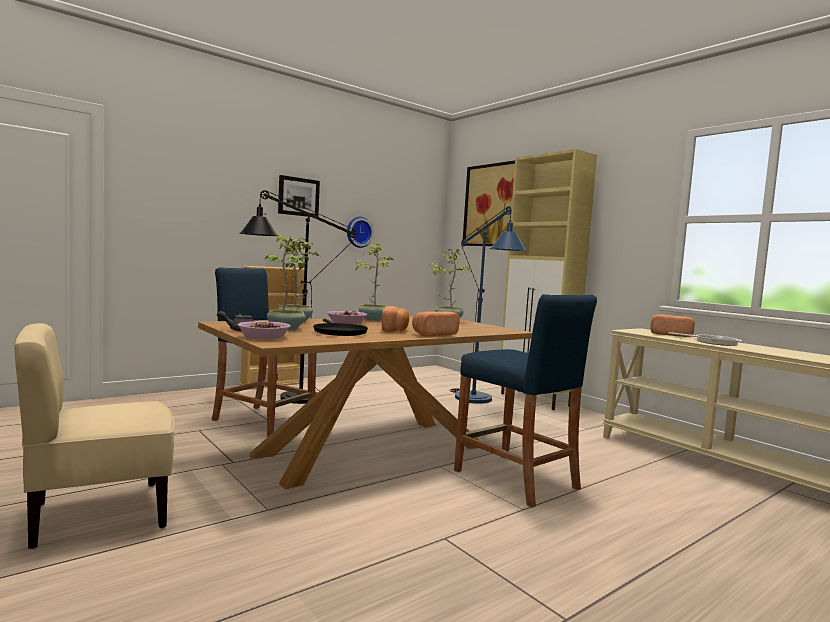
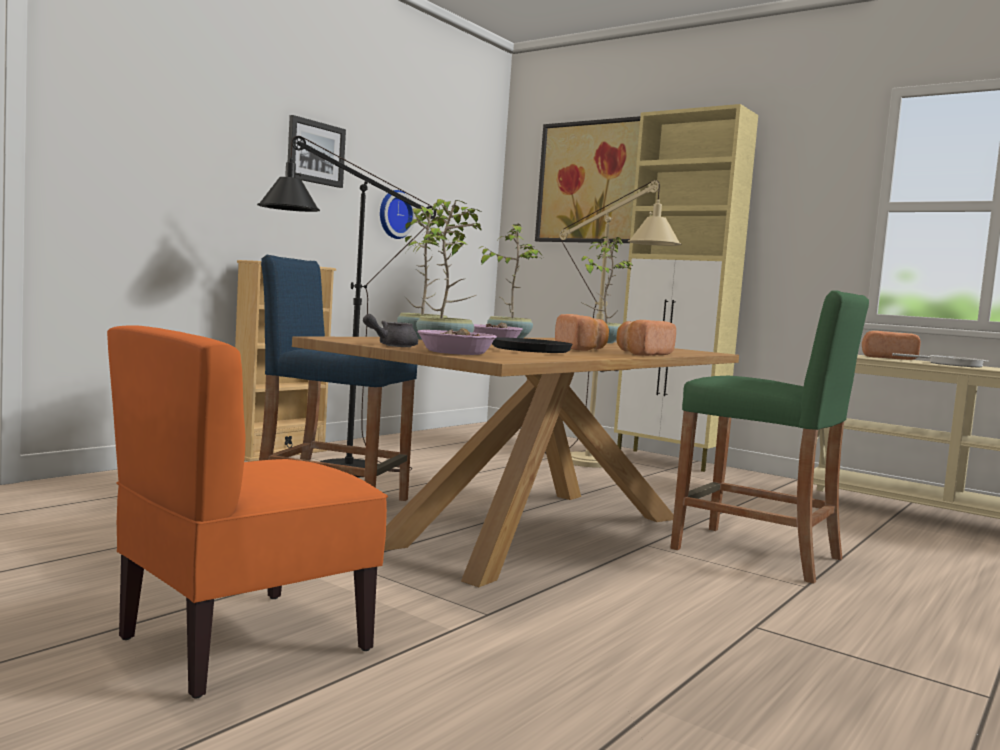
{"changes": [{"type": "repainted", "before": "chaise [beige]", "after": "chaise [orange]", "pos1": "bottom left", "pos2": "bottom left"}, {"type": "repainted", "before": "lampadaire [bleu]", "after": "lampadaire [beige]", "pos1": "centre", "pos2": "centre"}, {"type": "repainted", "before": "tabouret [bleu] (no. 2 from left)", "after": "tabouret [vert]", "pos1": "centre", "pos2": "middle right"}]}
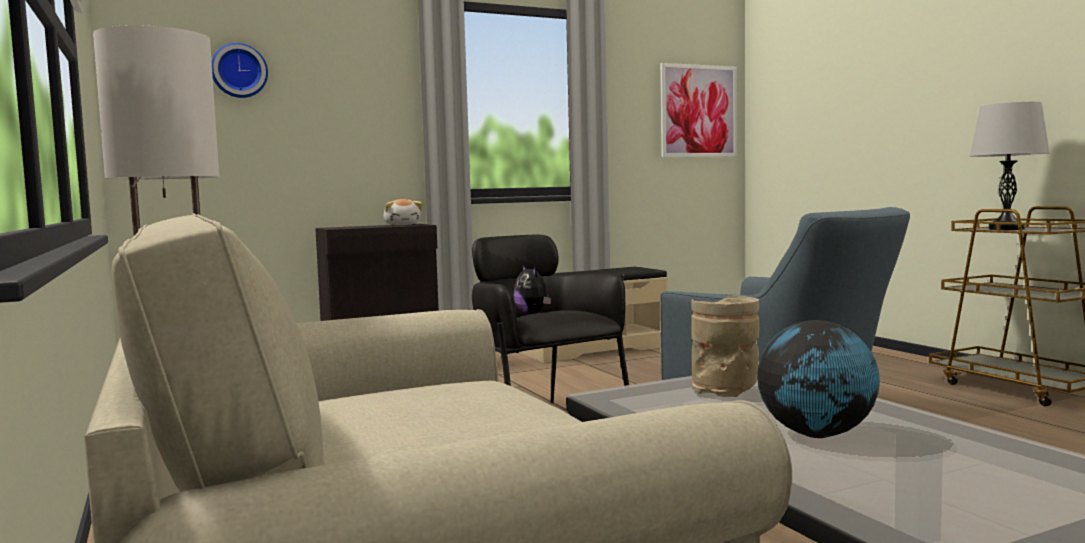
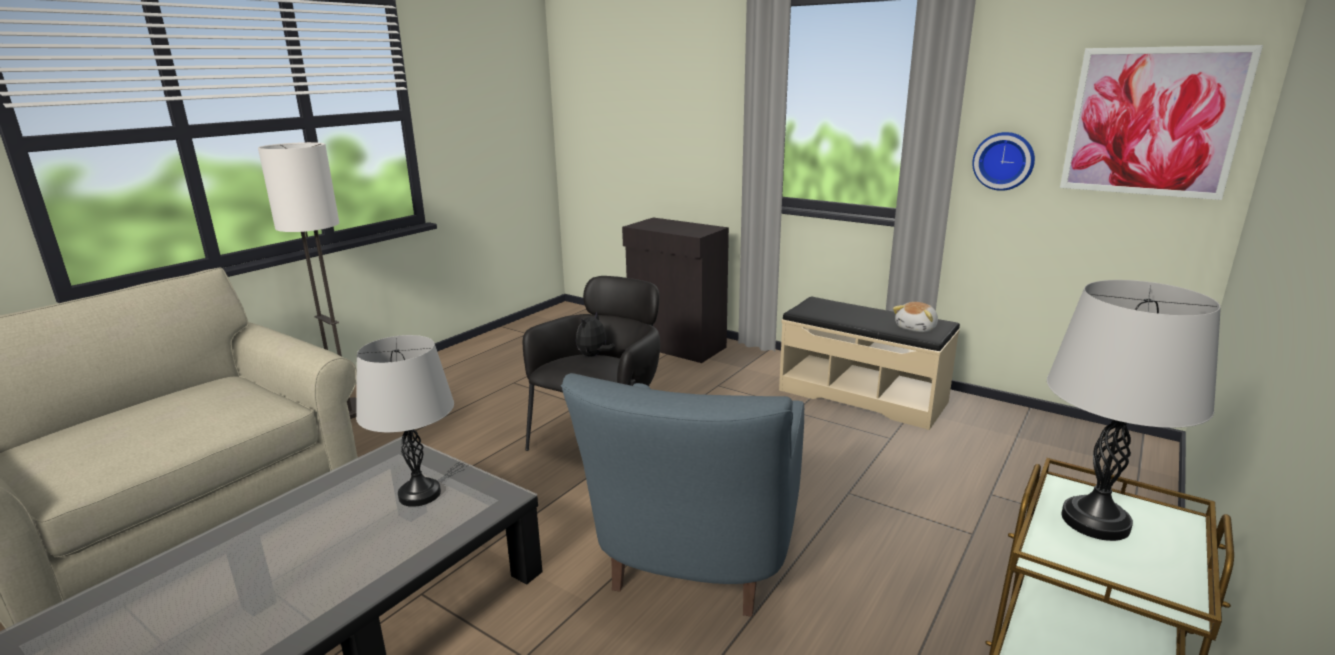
{"changes": [{"type": "gone", "before": "globe", "pos1": "bottom right"}, {"type": "shifted", "before": "horloge murale", "pos1": "top left", "pos2": "top right"}, {"type": "shifted", "before": "peluche (no. 1 from left in the first image)", "after": "peluche (no. 2 from left)", "pos1": "centre", "pos2": "middle right"}, {"type": "swapped", "before": "vase [beige]", "after": "lampe de table [gris] (no. 1 from left)", "pos1": "middle right", "pos2": "middle left"}]}
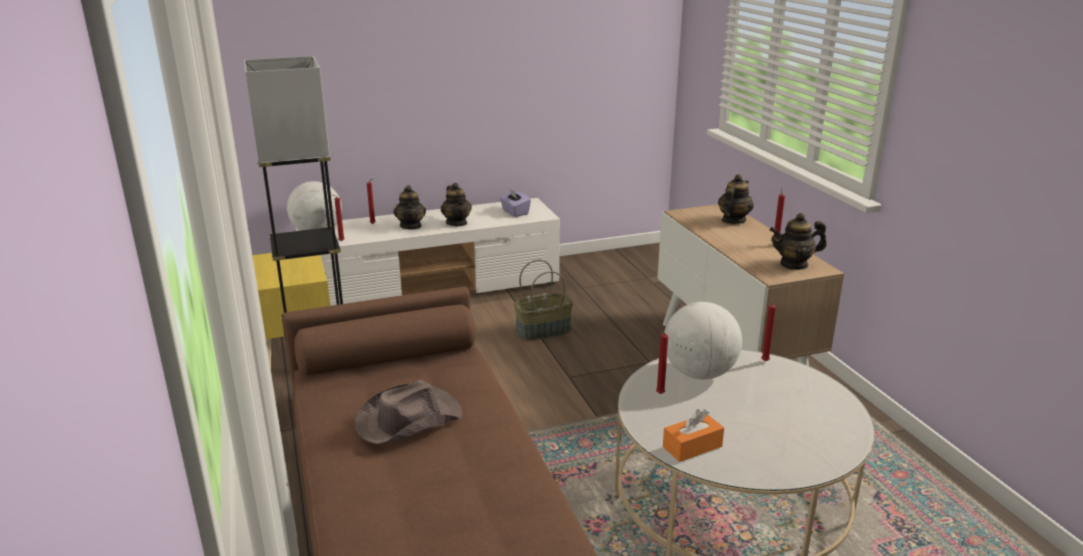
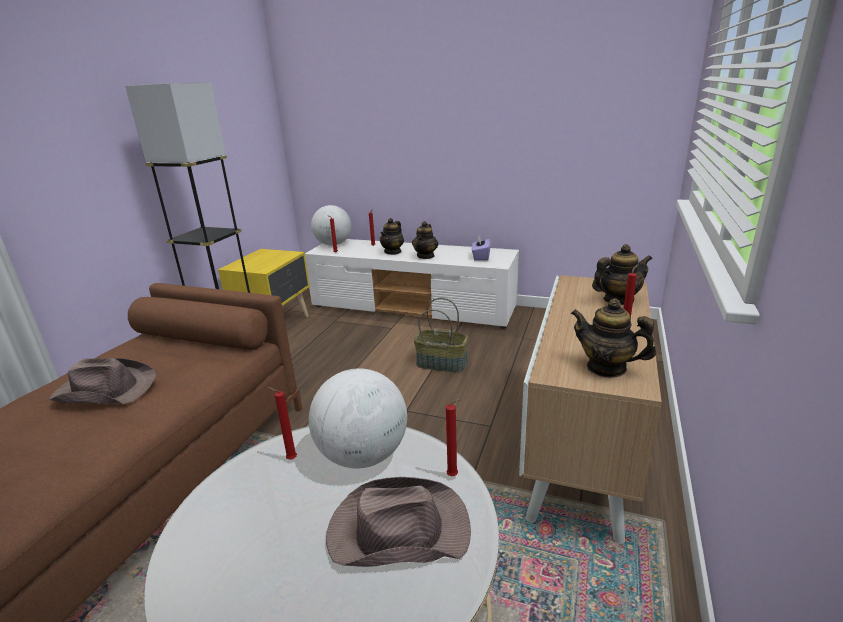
{"changes": [{"type": "gone", "before": "boîte à mouchoirs [orange]", "pos1": "bottom centre"}, {"type": "new", "after": "chapeau [marron] (no. 2 from left)", "pos2": "bottom centre"}]}
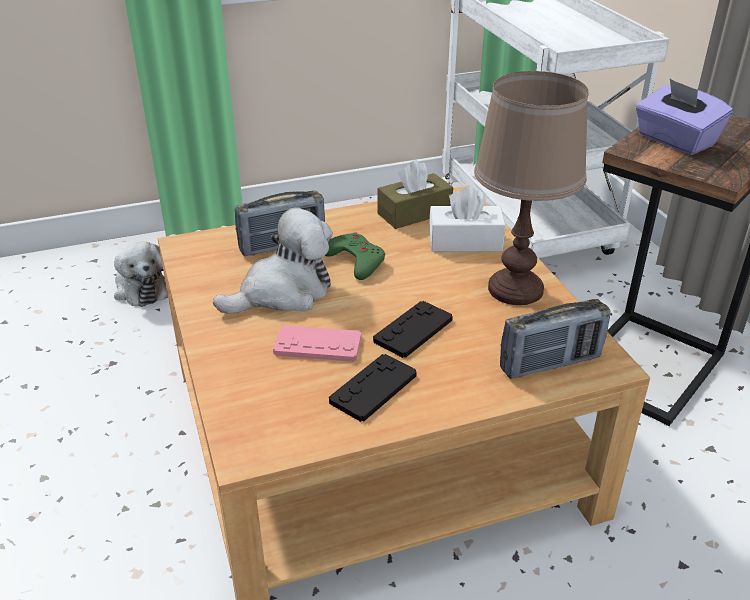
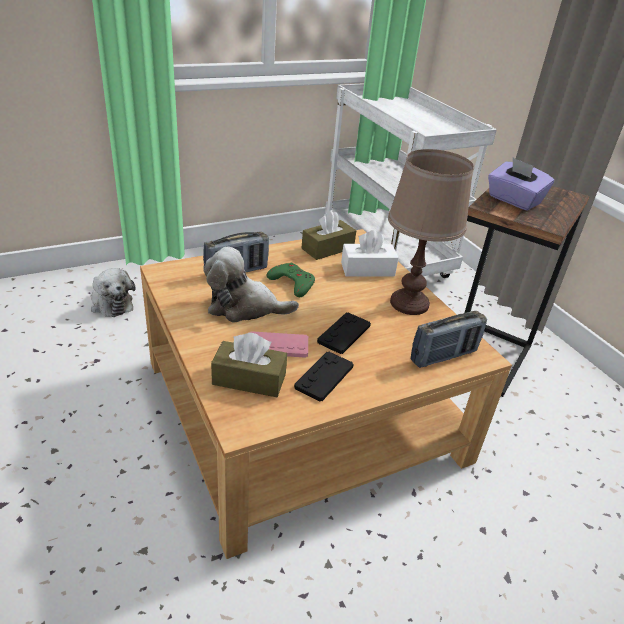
{"changes": [{"type": "new", "after": "boîte à mouchoirs [marron] (no. 1 from left)", "pos2": "centre"}, {"type": "rotated", "before": "peluche (no. 2 from left)", "pos1": "centre", "pos2": "centre", "turn": -135}]}
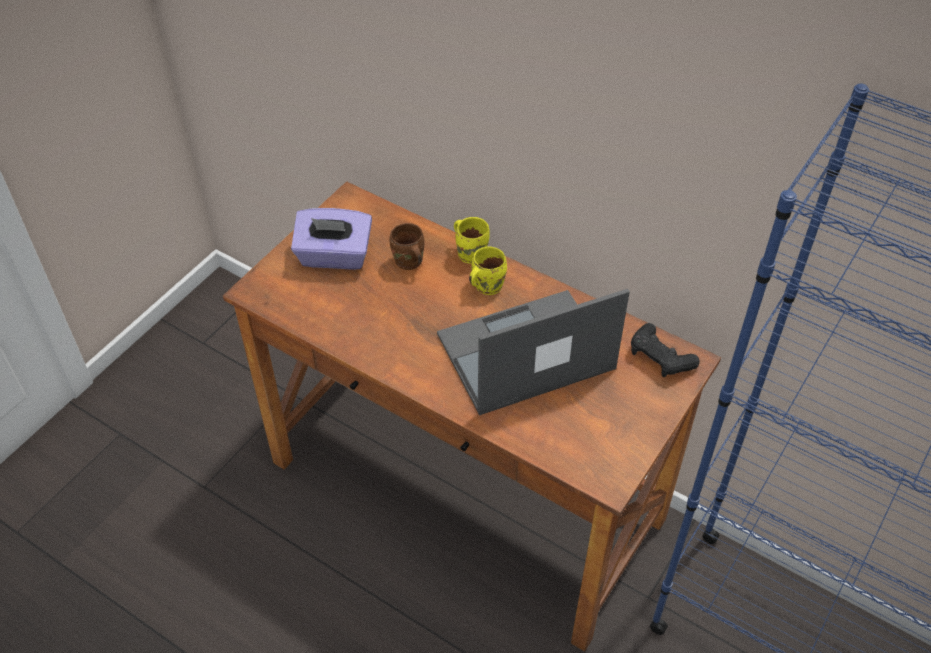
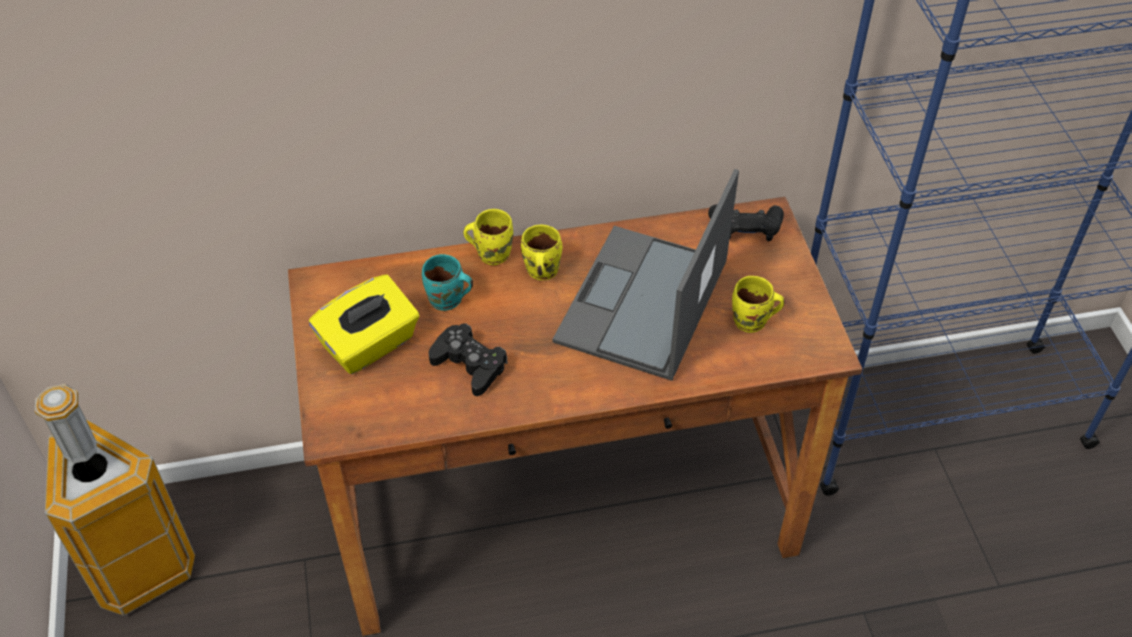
{"changes": [{"type": "new", "after": "poubelle", "pos2": "bottom left"}, {"type": "new", "after": "manette [noir] (no. 1 from left)", "pos2": "centre"}, {"type": "new", "after": "mug [jaune] (no. 3 from left)", "pos2": "middle right"}, {"type": "repainted", "before": "boîte à mouchoirs [violet]", "after": "boîte à mouchoirs [jaune]", "pos1": "centre", "pos2": "middle left"}, {"type": "repainted", "before": "mug [marron]", "after": "mug [turquoise]", "pos1": "centre", "pos2": "centre"}]}
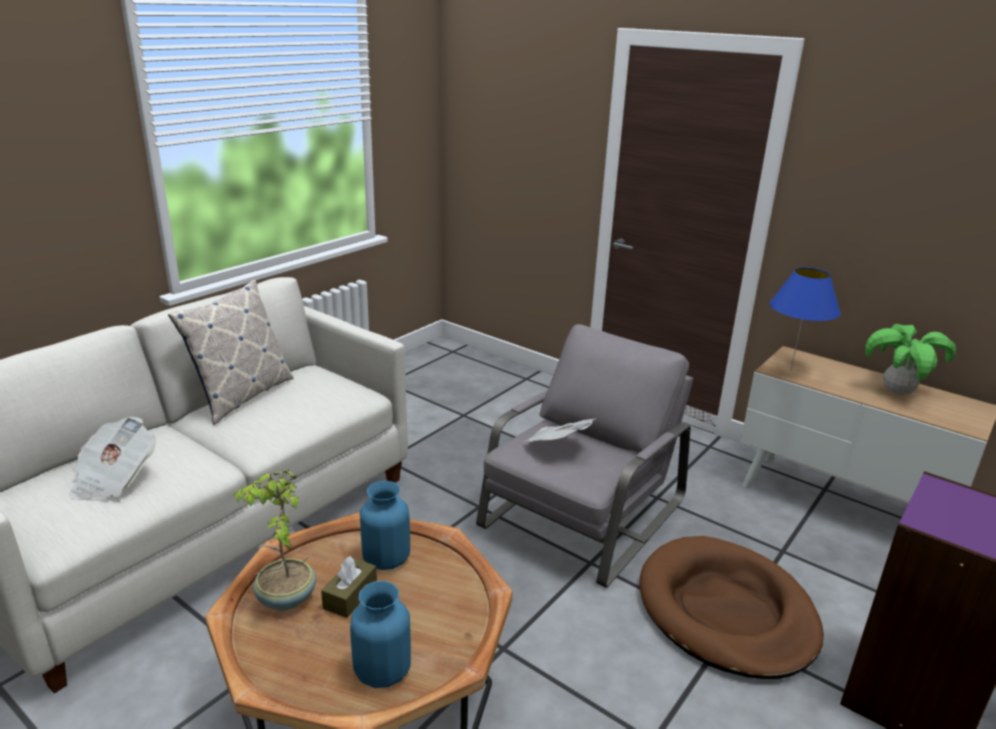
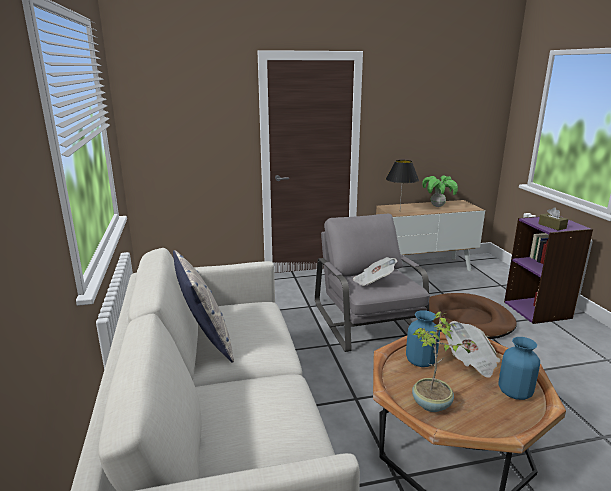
{"changes": [{"type": "shifted", "before": "journal (no. 1 from left in the first image)", "after": "journal (no. 2 from left)", "pos1": "middle left", "pos2": "bottom right"}, {"type": "shifted", "before": "boîte à mouchoirs [marron]", "pos1": "bottom centre", "pos2": "middle right"}, {"type": "repainted", "before": "lampe de table [bleu]", "after": "lampe de table [noir]", "pos1": "middle right", "pos2": "centre"}]}
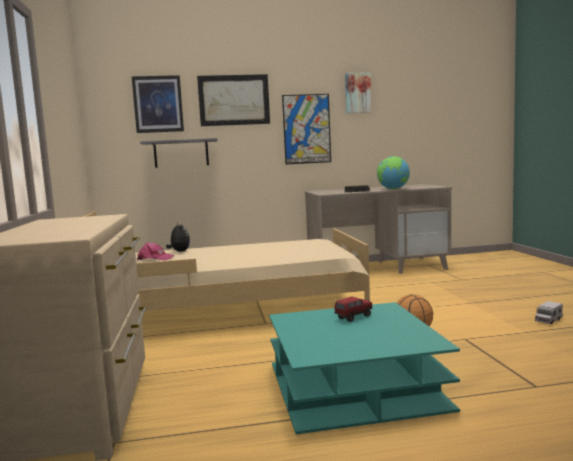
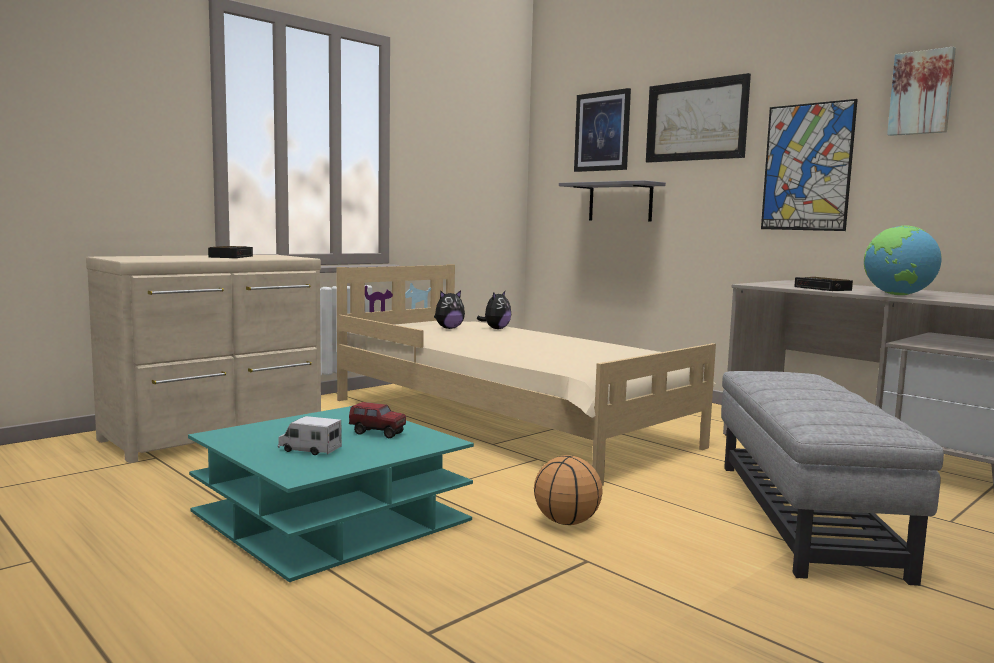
{"changes": [{"type": "new", "after": "réveil (no. 1 from left)", "pos2": "middle left"}, {"type": "new", "after": "pouf [gris]", "pos2": "bottom right"}, {"type": "shifted", "before": "camion jouet (no. 2 from left in the first image)", "after": "camion jouet (no. 1 from left)", "pos1": "bottom right", "pos2": "middle left"}, {"type": "swapped", "before": "casquette [rose]", "after": "peluche (no. 1 from left)", "pos1": "middle left", "pos2": "centre"}]}
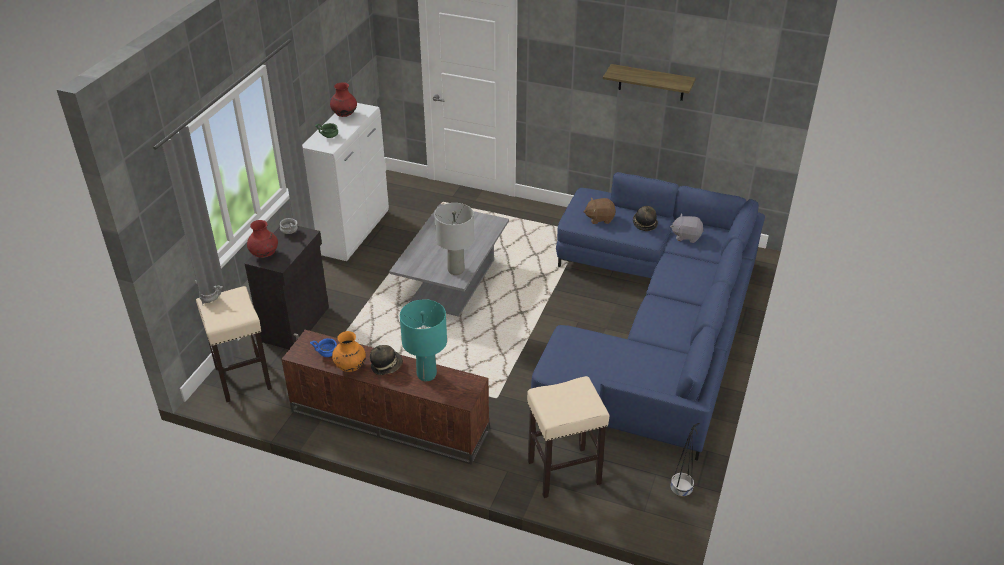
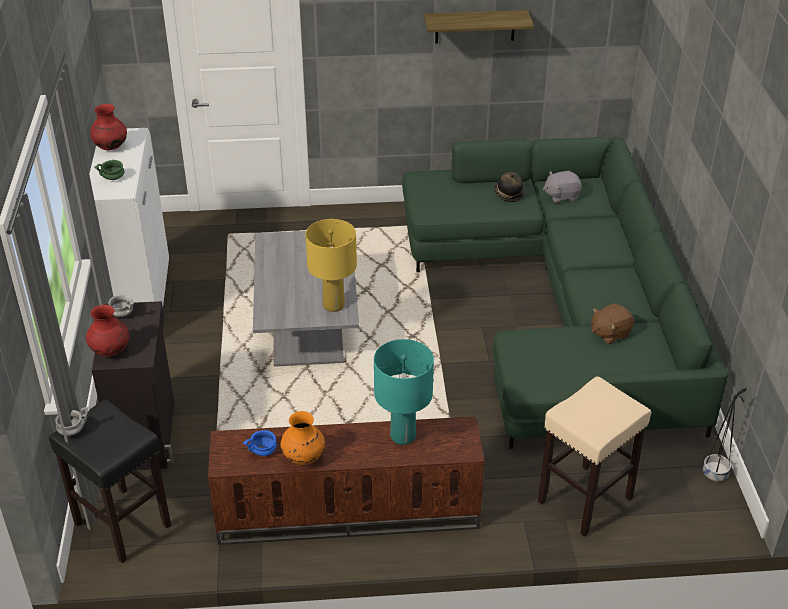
{"changes": [{"type": "gone", "before": "chapeau (no. 1 from left)", "pos1": "centre"}, {"type": "shifted", "before": "peluche [marron]", "pos1": "centre", "pos2": "middle right"}, {"type": "repainted", "before": "tabouret [beige] (no. 1 from left)", "after": "tabouret [noir]", "pos1": "middle left", "pos2": "bottom left"}, {"type": "repainted", "before": "lampe de table [gris]", "after": "lampe de table [jaune]", "pos1": "centre", "pos2": "centre"}, {"type": "repainted", "before": "canapé [bleu]", "after": "canapé [vert]", "pos1": "centre", "pos2": "middle right"}]}
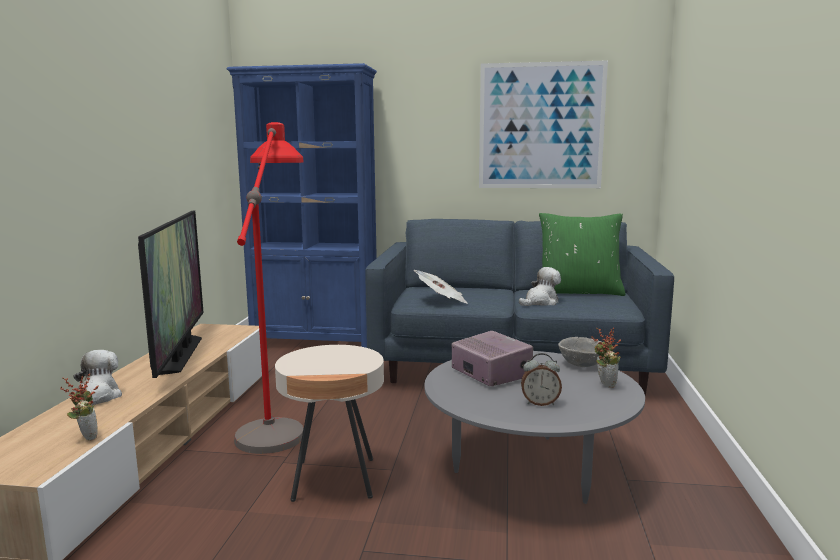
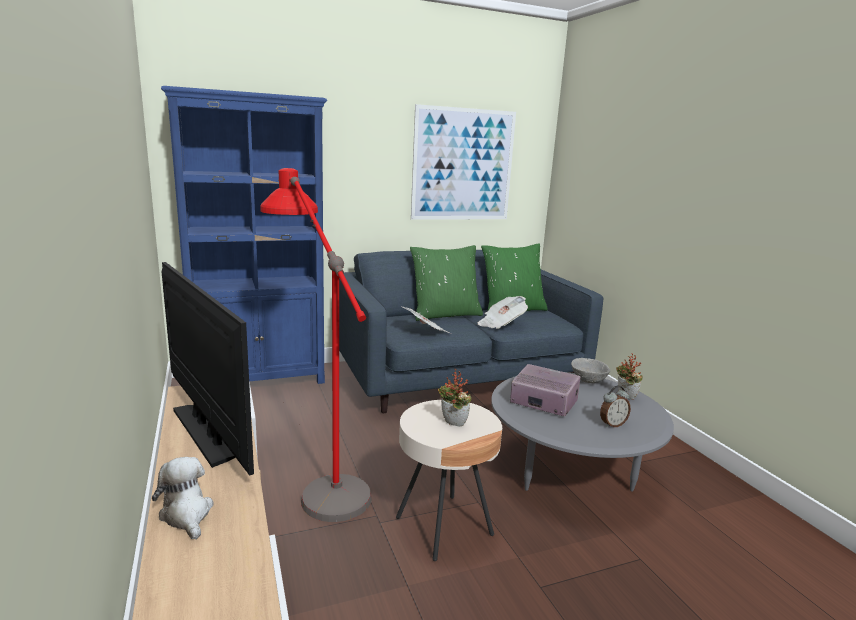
{"changes": [{"type": "new", "after": "coussin [vert] (no. 1 from left)", "pos2": "centre"}, {"type": "shifted", "before": "plante en pot (no. 1 from left)", "pos1": "bottom left", "pos2": "centre"}, {"type": "swapped", "before": "peluche (no. 2 from left)", "after": "journal (no. 2 from left)", "pos1": "centre", "pos2": "centre"}]}
